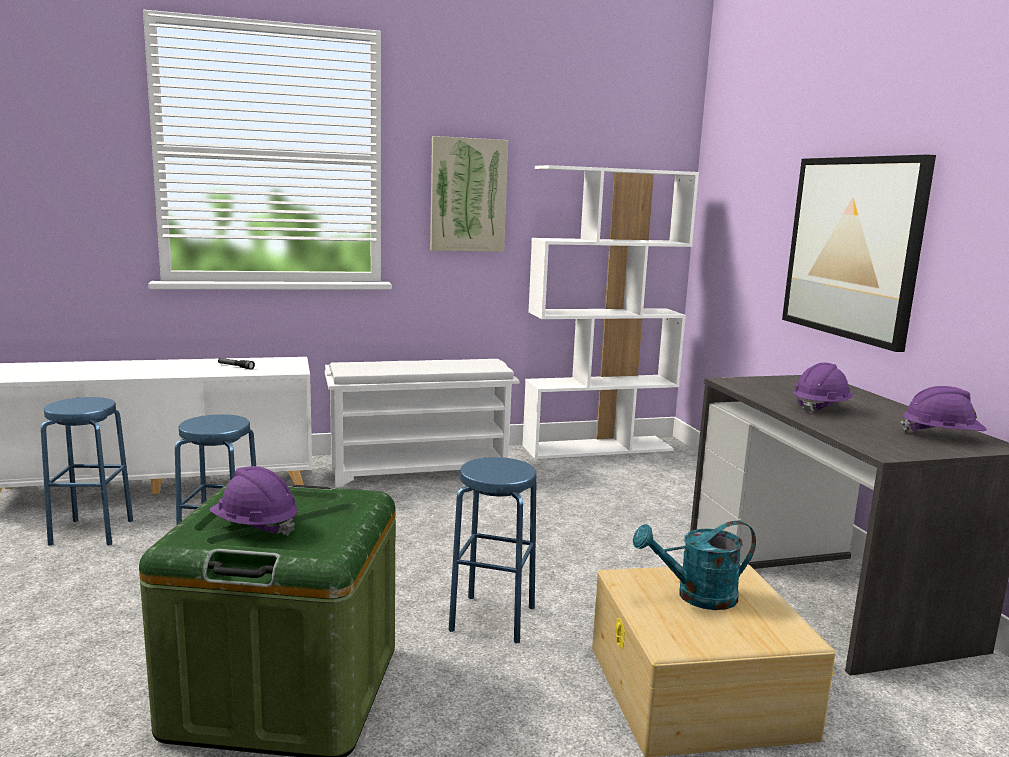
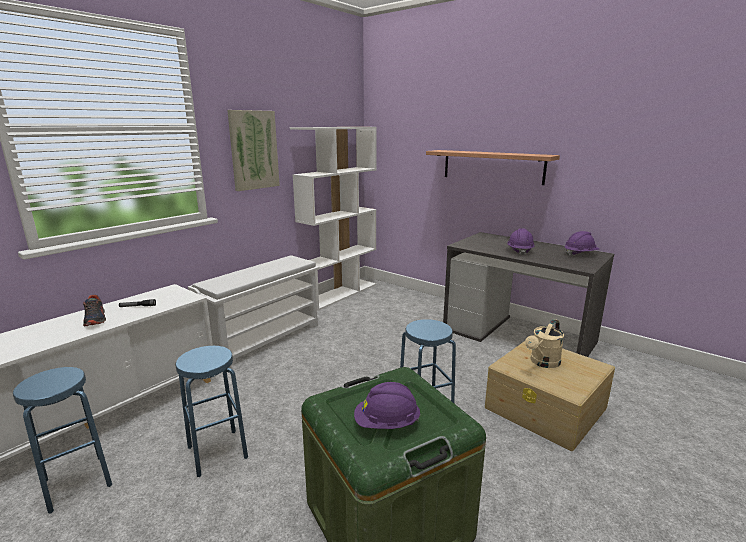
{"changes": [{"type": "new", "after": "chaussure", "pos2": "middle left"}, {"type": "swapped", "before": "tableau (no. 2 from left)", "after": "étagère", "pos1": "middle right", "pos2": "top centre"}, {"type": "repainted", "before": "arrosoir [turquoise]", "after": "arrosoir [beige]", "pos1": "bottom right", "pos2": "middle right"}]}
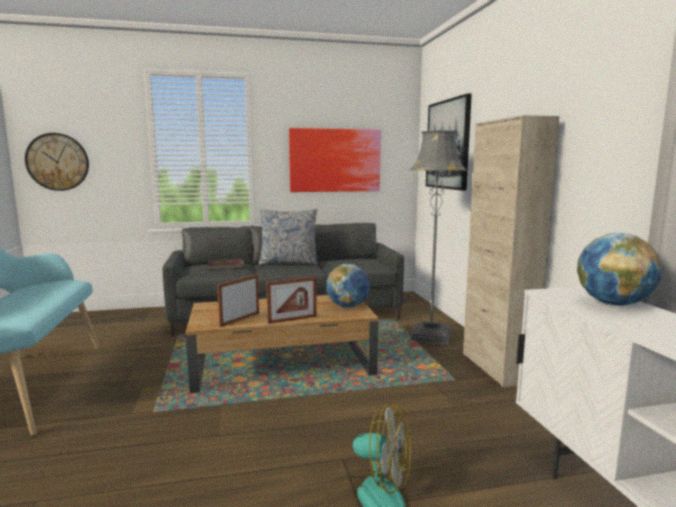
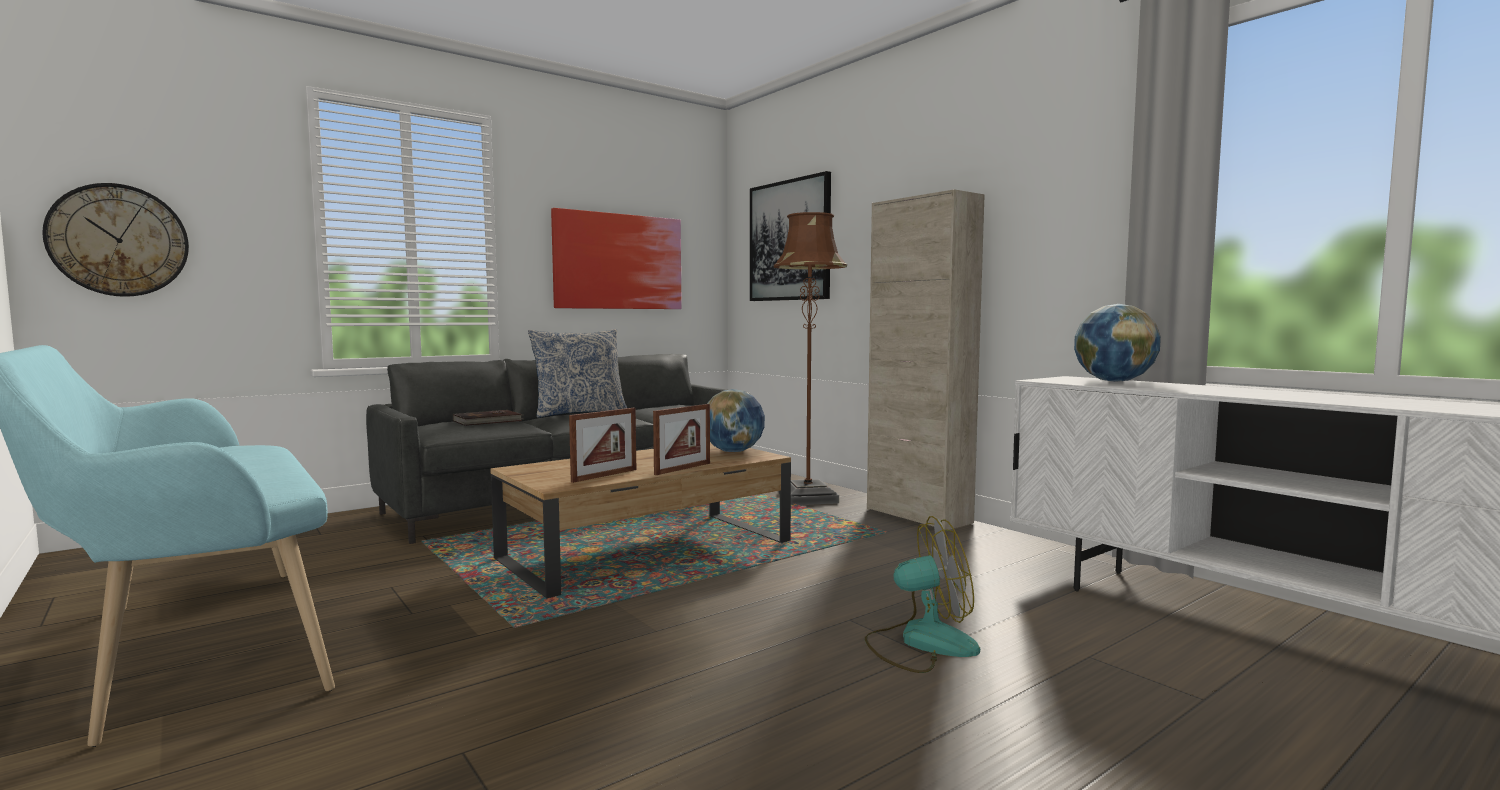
{"changes": [{"type": "repainted", "before": "lampadaire [gris]", "after": "lampadaire [marron]", "pos1": "centre", "pos2": "centre"}, {"type": "rotated", "before": "cadre photo (no. 1 from left)", "pos1": "centre", "pos2": "centre", "turn": -150}]}
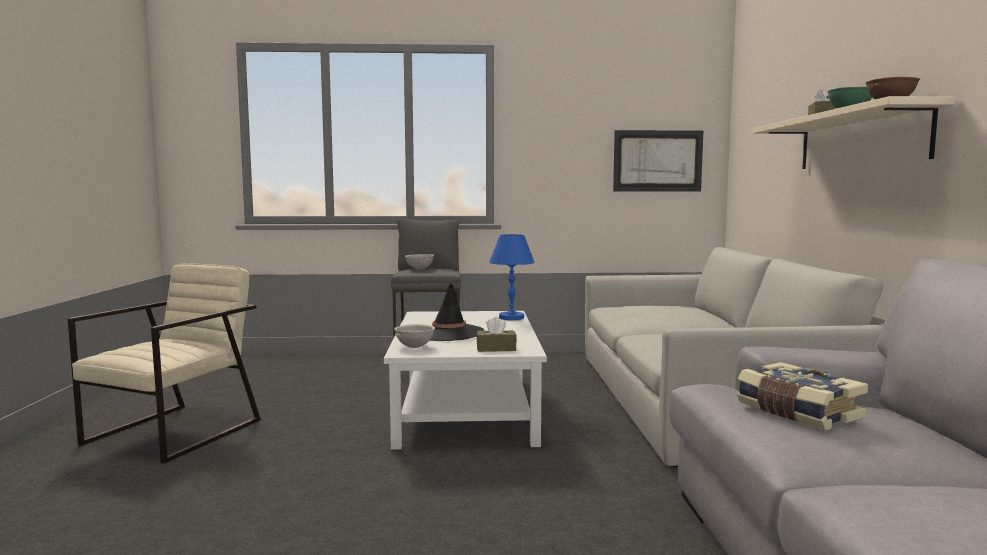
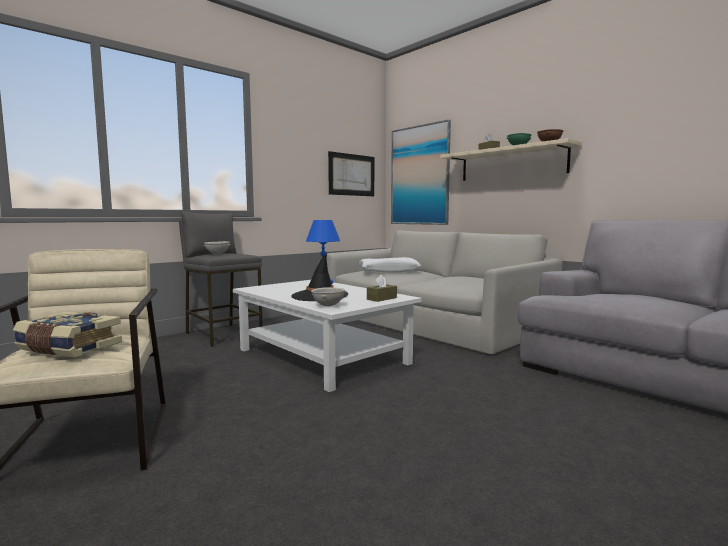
{"changes": [{"type": "new", "after": "coussin [blanc]", "pos2": "centre"}, {"type": "new", "after": "tableau (no. 2 from left)", "pos2": "top centre"}, {"type": "shifted", "before": "livre", "pos1": "bottom right", "pos2": "middle left"}]}
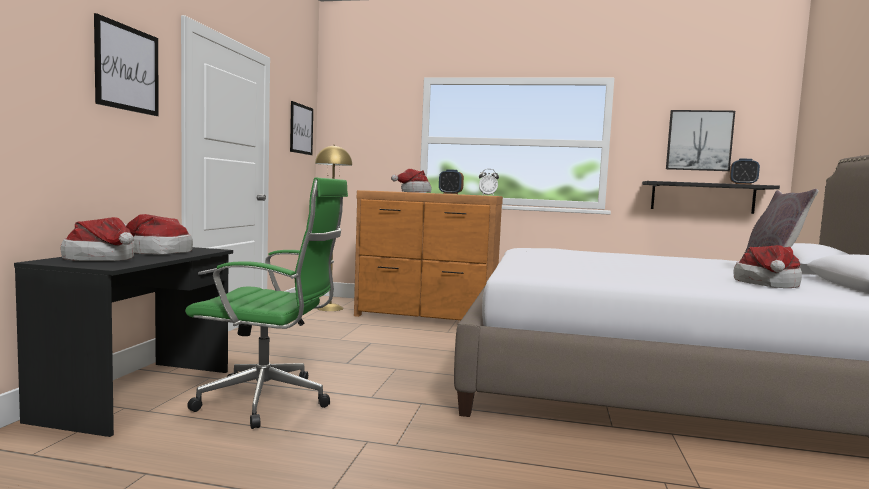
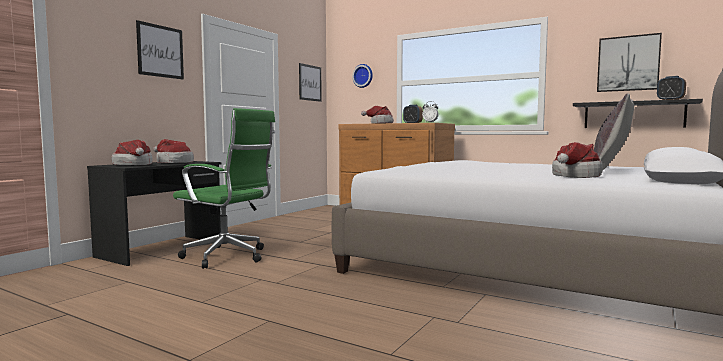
{"changes": [{"type": "gone", "before": "lampadaire [jaune]", "pos1": "centre"}, {"type": "new", "after": "horloge murale", "pos2": "top centre"}]}
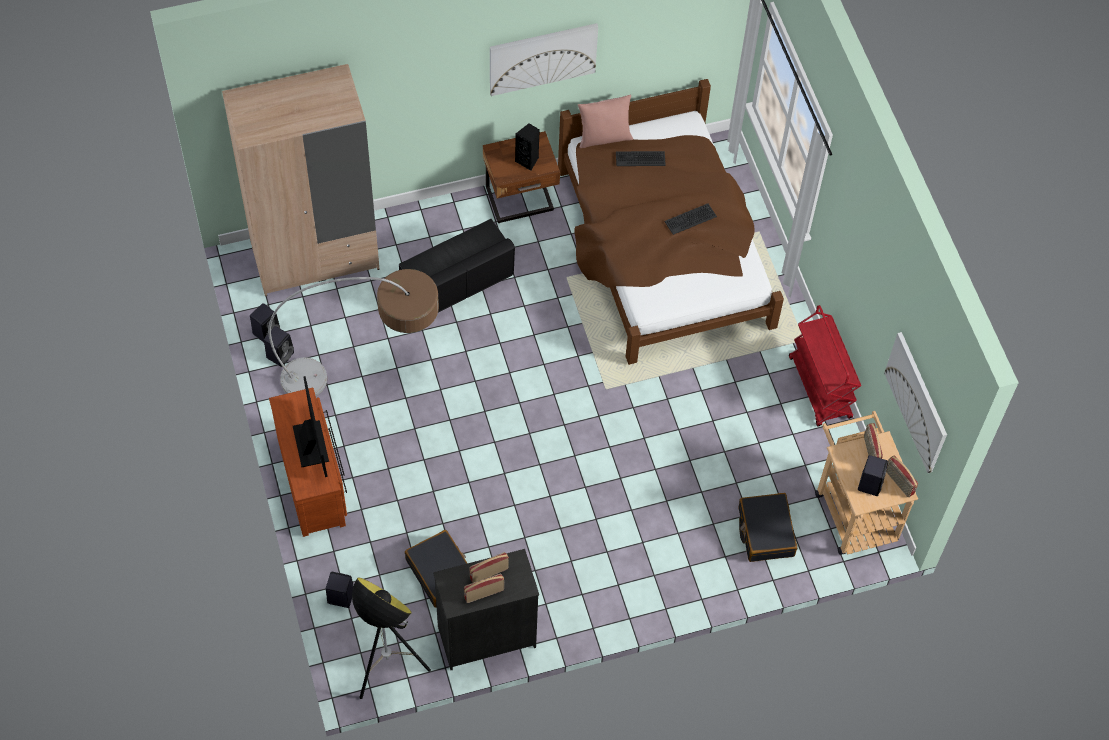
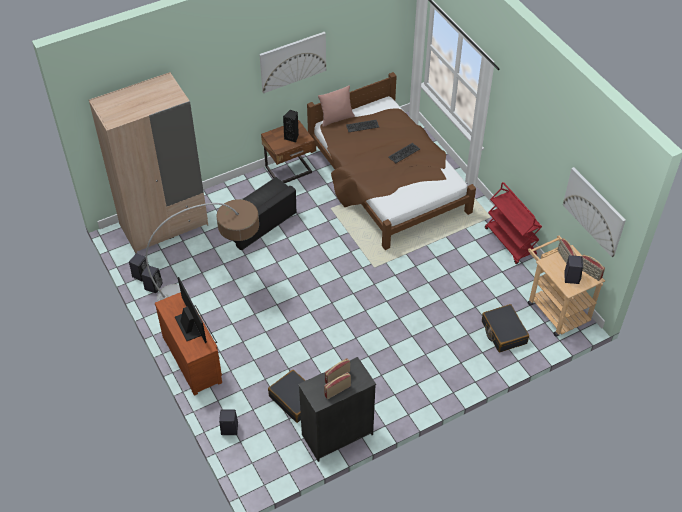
{"changes": [{"type": "gone", "before": "lampadaire (no. 2 from left)", "pos1": "bottom centre"}]}
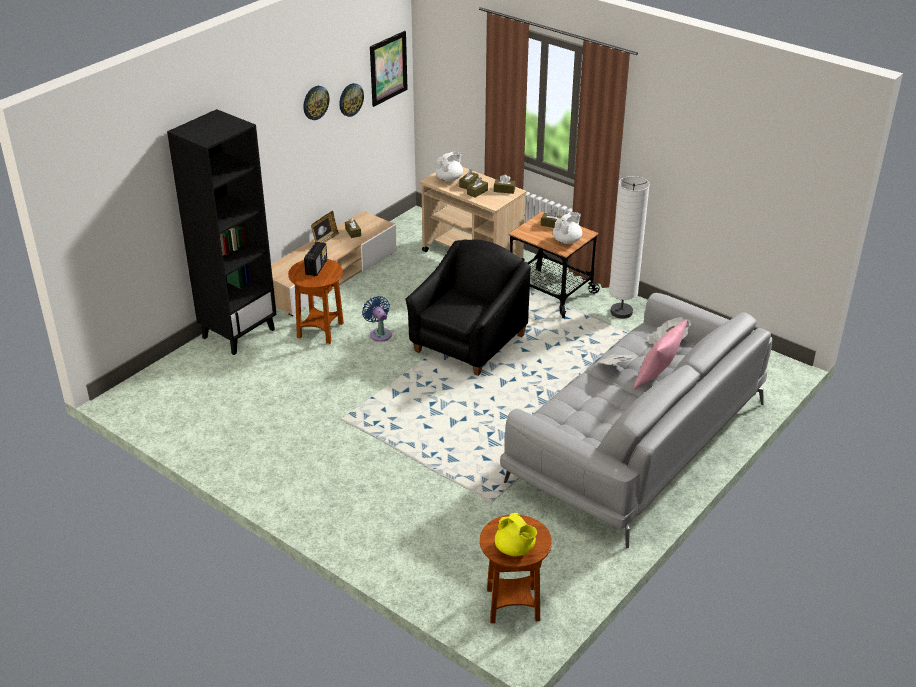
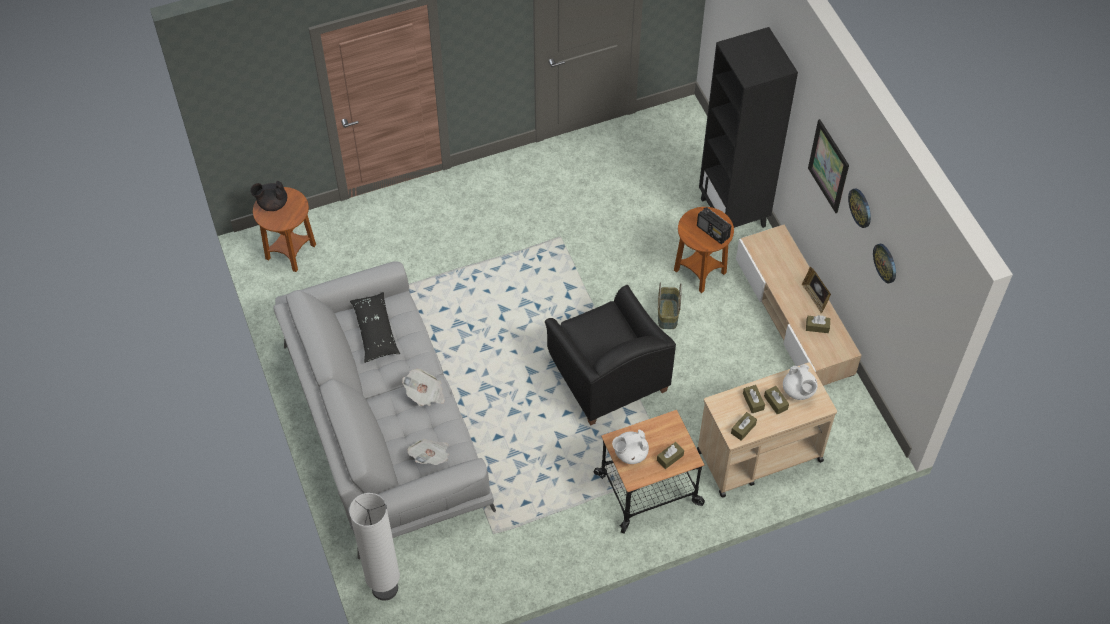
{"changes": [{"type": "gone", "before": "coussin [rose]", "pos1": "middle right"}, {"type": "new", "after": "coussin [noir]", "pos2": "centre"}, {"type": "shifted", "before": "tableau", "pos1": "top centre", "pos2": "top right"}, {"type": "shifted", "before": "lampadaire [blanc]", "pos1": "middle right", "pos2": "bottom centre"}, {"type": "swapped", "before": "ventilateur [bleu]", "after": "panier", "pos1": "centre", "pos2": "centre"}, {"type": "repainted", "before": "théière [jaune]", "after": "théière [noir]", "pos1": "bottom centre", "pos2": "top left"}, {"type": "rotated", "before": "théière [blanc] (no. 2 from left in the first image)", "pos1": "top centre", "pos2": "bottom centre", "turn": 90}]}
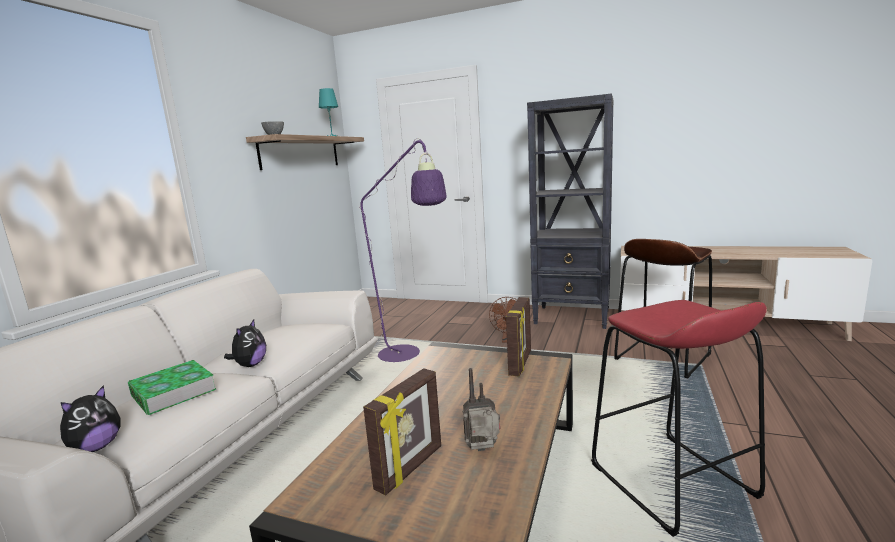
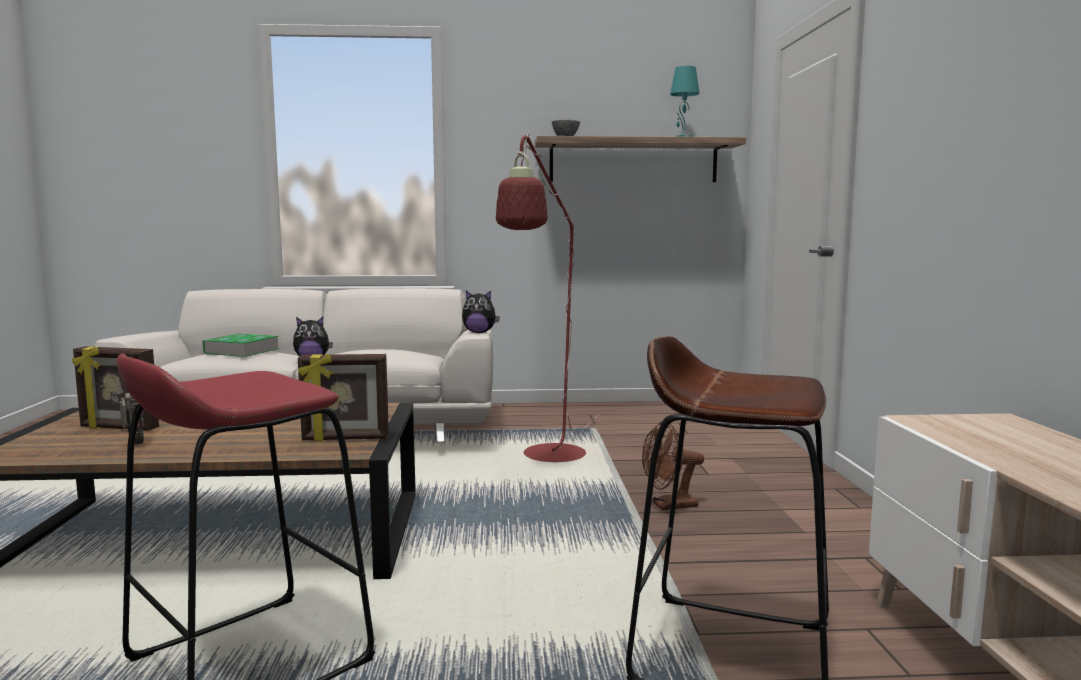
{"changes": [{"type": "gone", "before": "bibliothèque [noir]", "pos1": "centre"}, {"type": "shifted", "before": "peluche (no. 1 from left in the first image)", "after": "peluche (no. 2 from left)", "pos1": "bottom left", "pos2": "centre"}, {"type": "repainted", "before": "lampadaire [violet]", "after": "lampadaire [rouge]", "pos1": "centre", "pos2": "centre"}]}
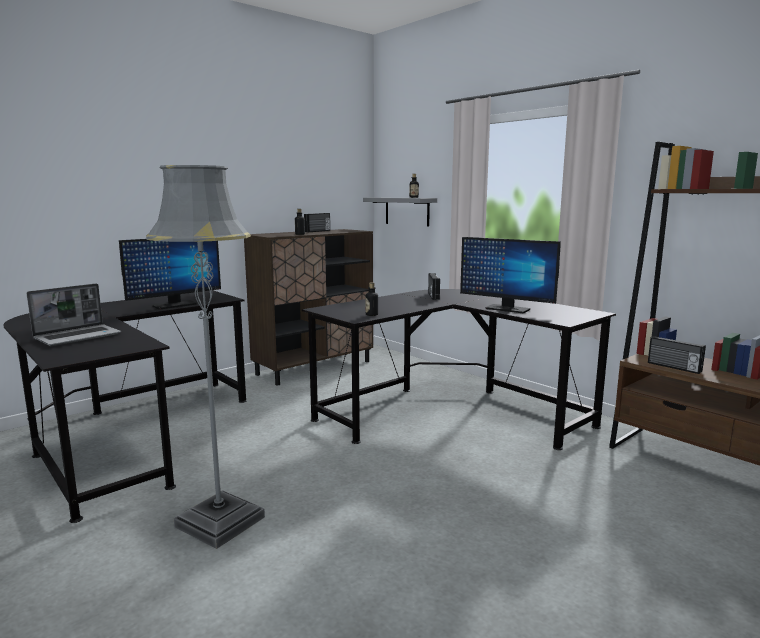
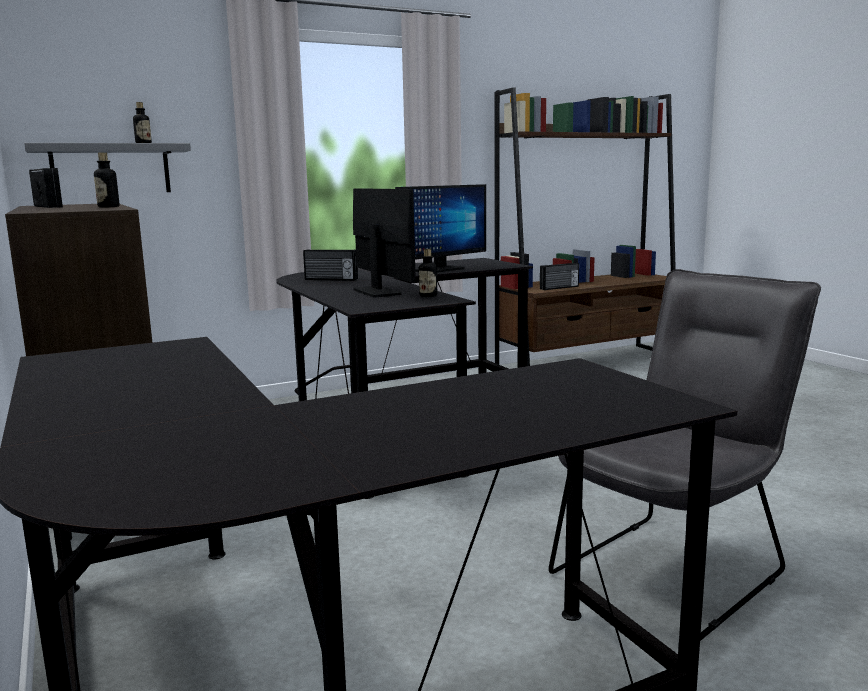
{"changes": [{"type": "gone", "before": "ordinateur portable", "pos1": "middle left"}, {"type": "shifted", "before": "écran d'ordinateur (no. 1 from left)", "pos1": "middle left", "pos2": "centre"}, {"type": "swapped", "before": "lampadaire [gris]", "after": "chaise [gris]", "pos1": "middle left", "pos2": "middle right"}]}
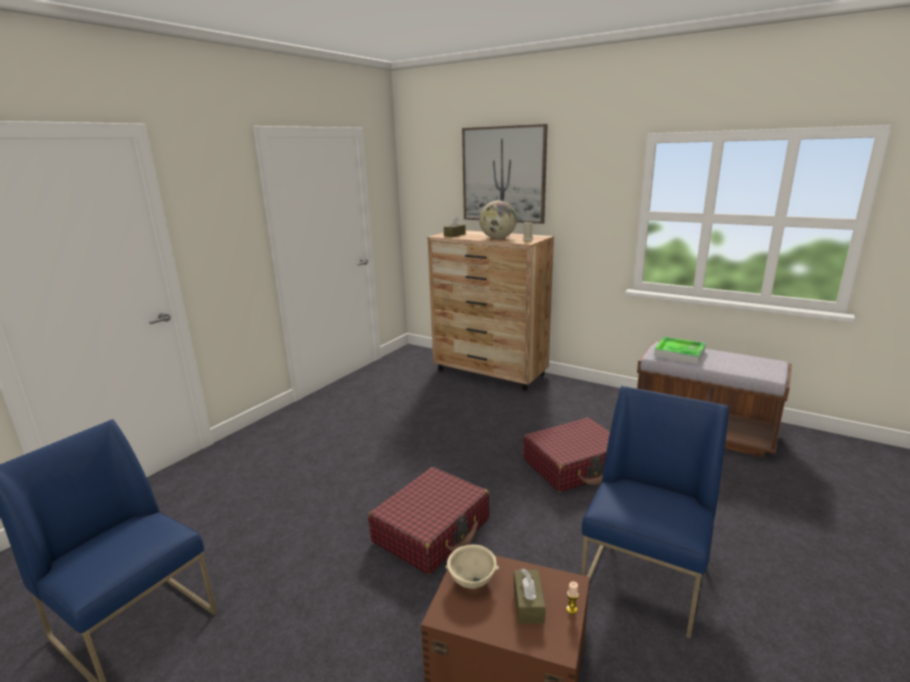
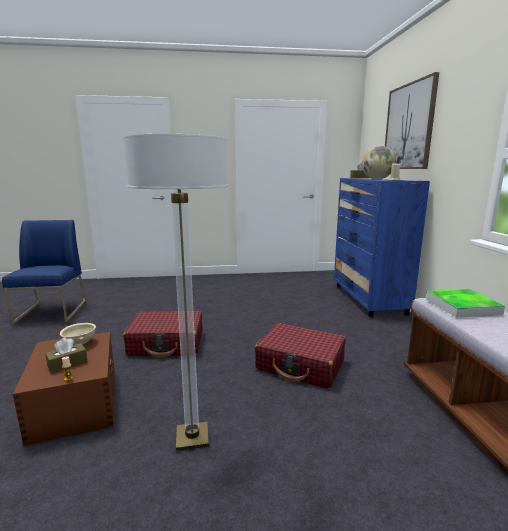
{"changes": [{"type": "swapped", "before": "chaise [bleu] (no. 2 from left)", "after": "lampadaire", "pos1": "bottom right", "pos2": "centre"}, {"type": "repainted", "before": "commode [marron]", "after": "commode [bleu]", "pos1": "centre", "pos2": "middle right"}]}
